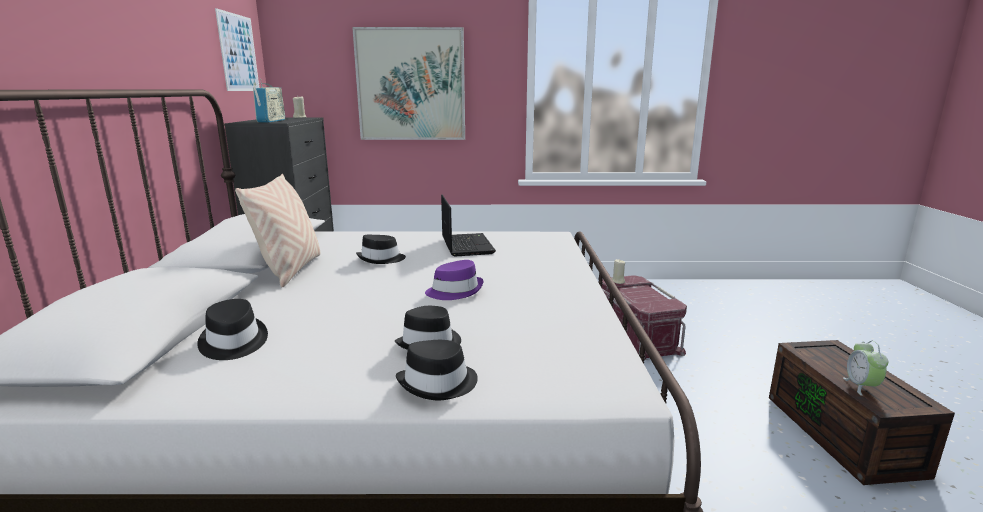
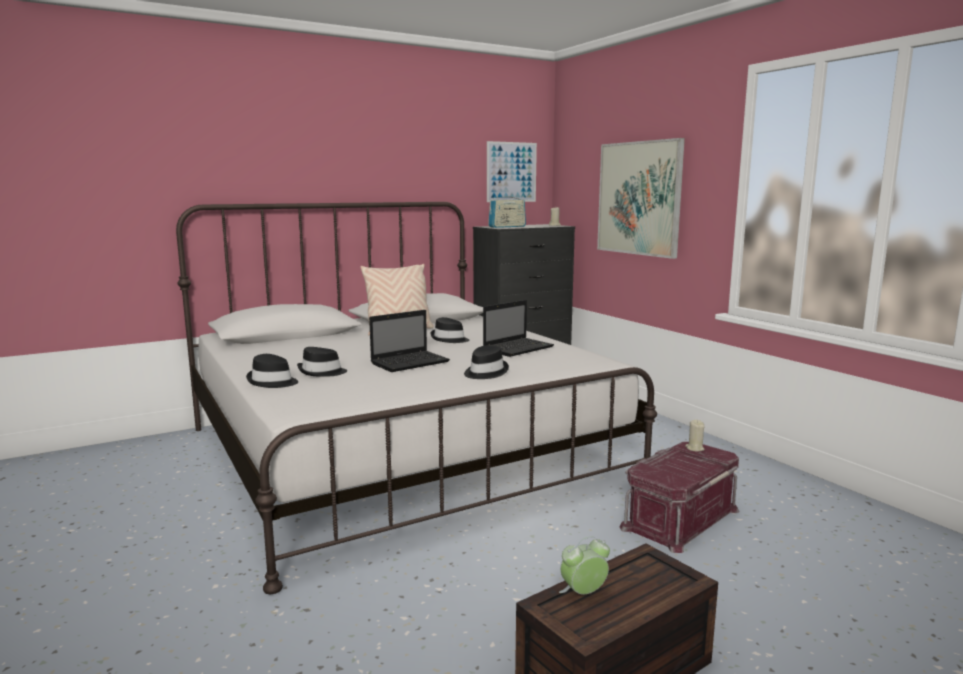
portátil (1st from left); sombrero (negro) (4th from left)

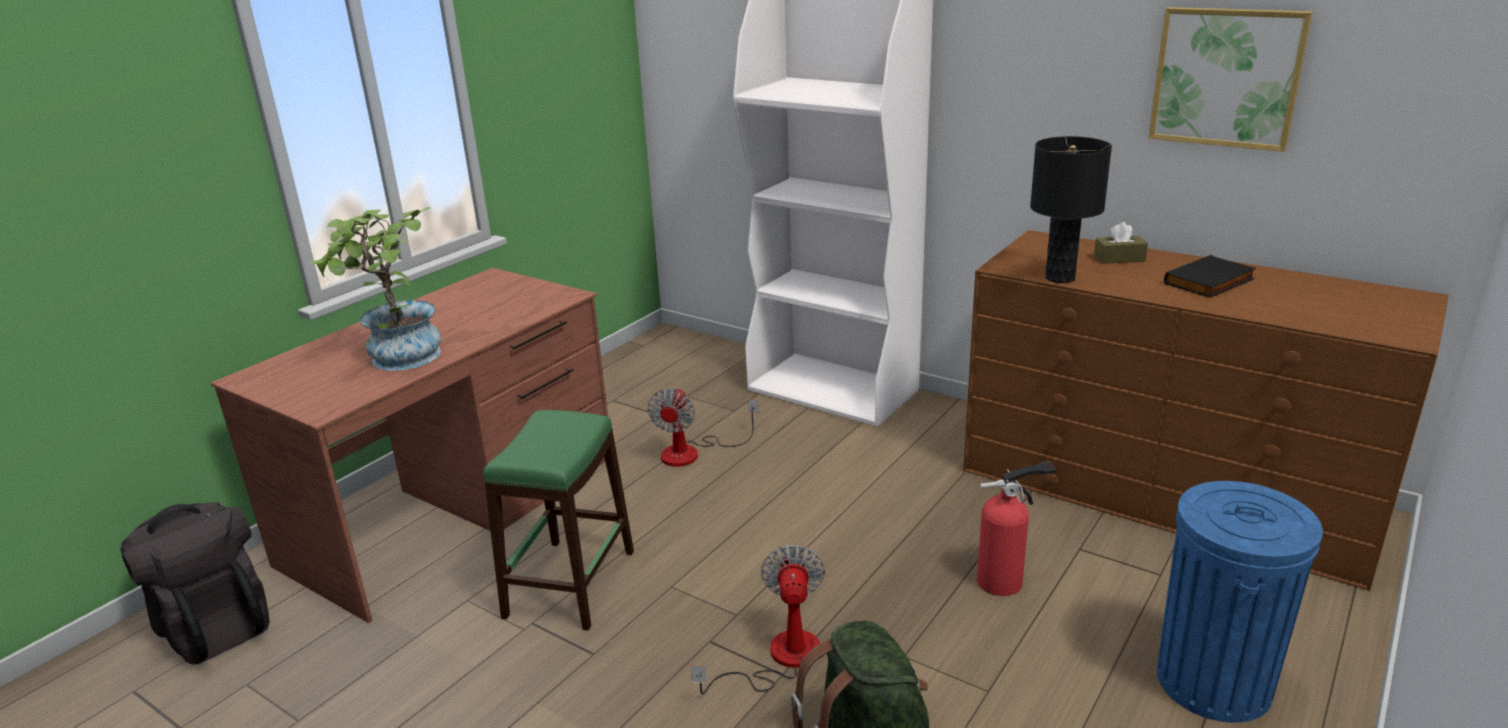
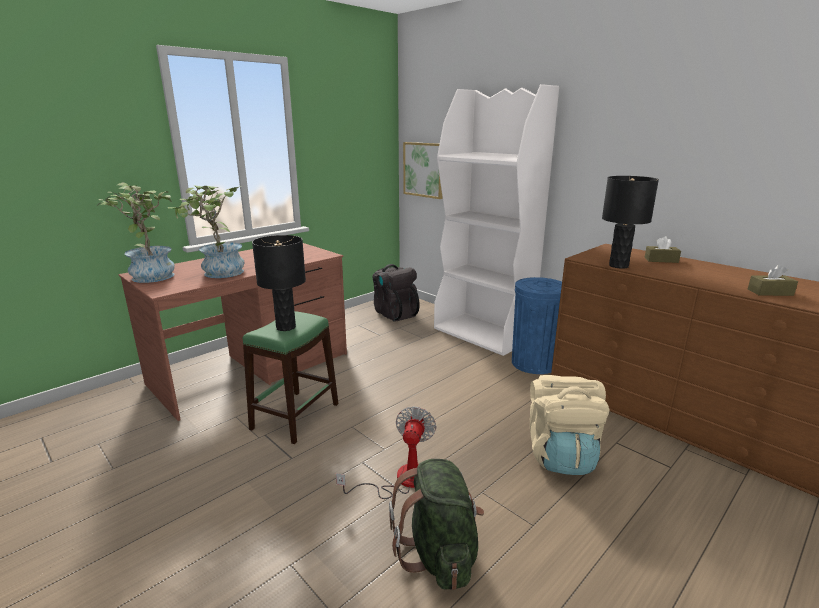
cuadro; libro (negro); ventilador (1st from left in the first image); mochila (beis); papelera (azul); mochila (negro); planta en maceta (1st from left); lámpara de mesa (negro) (1st from left); caja de pañuelos (marrón) (2nd from left)

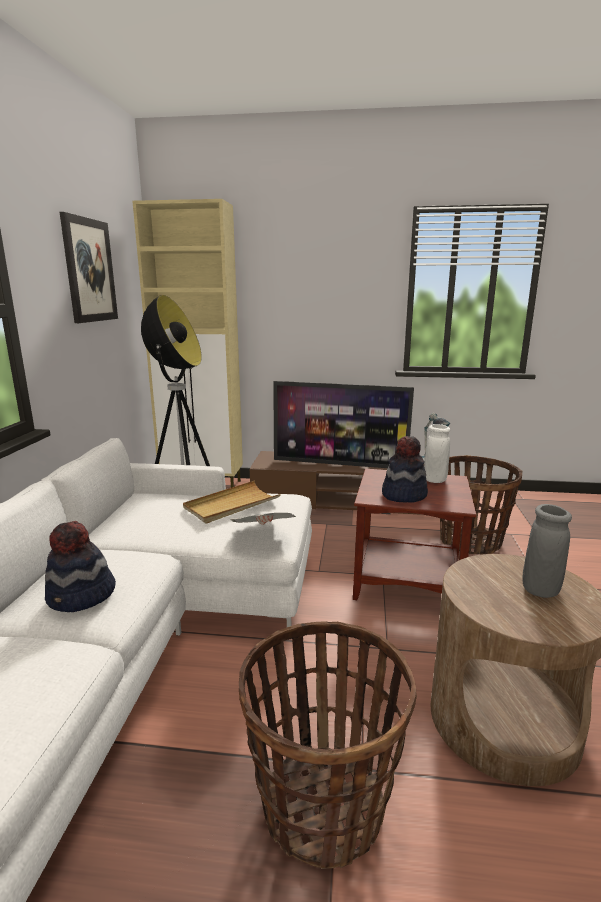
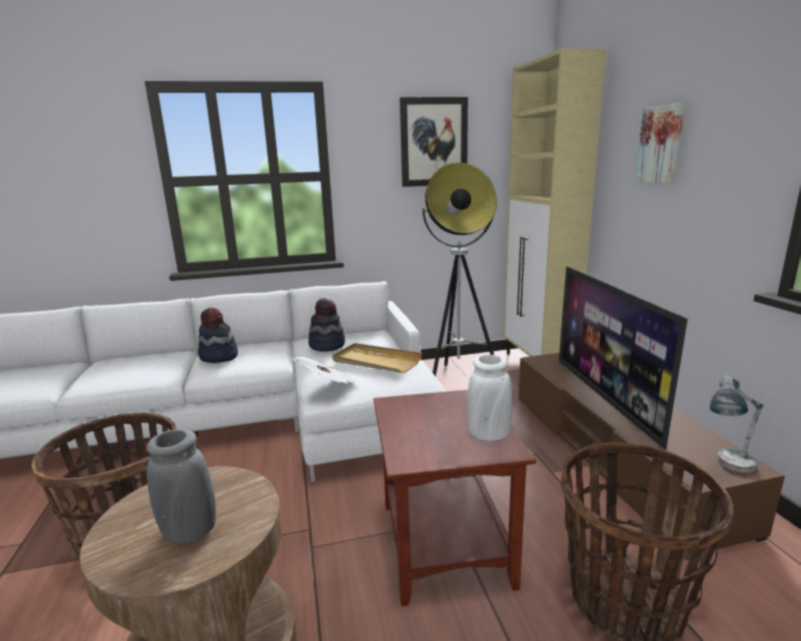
sombrero (2nd from left); cuadro (2nd from left)

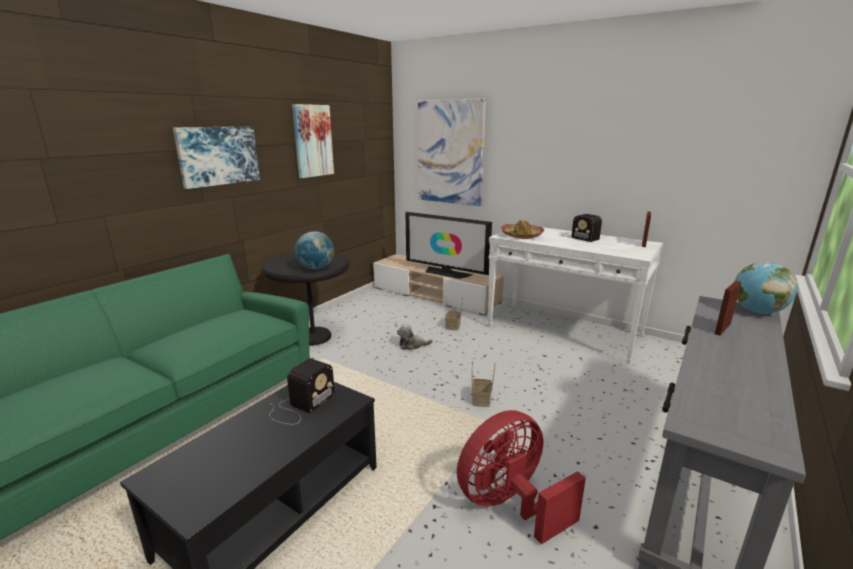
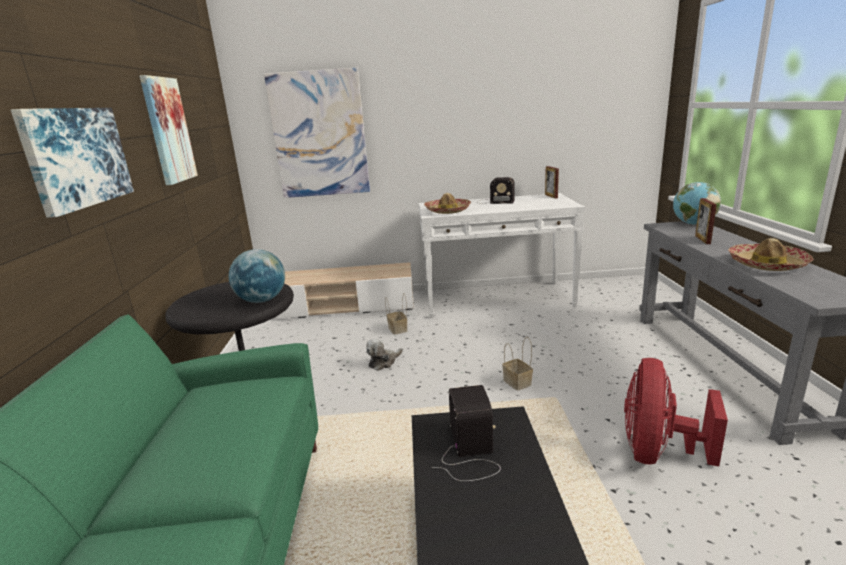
televisor; sombrero (2nd from left)

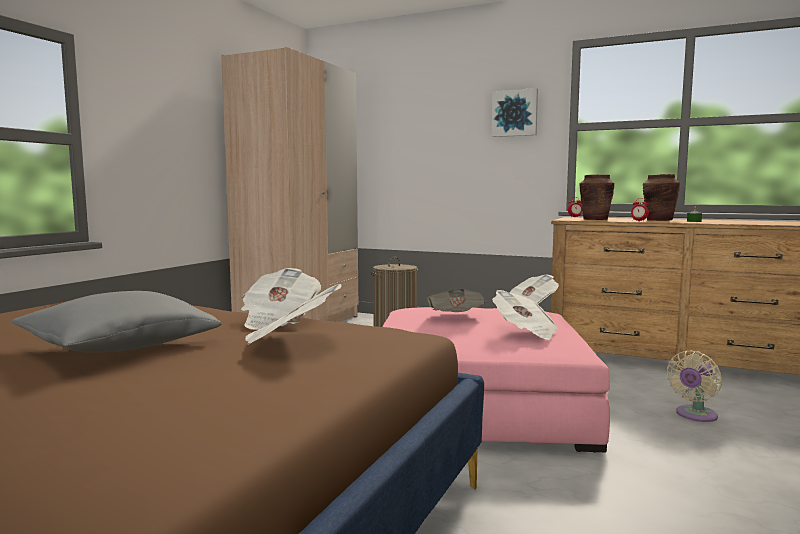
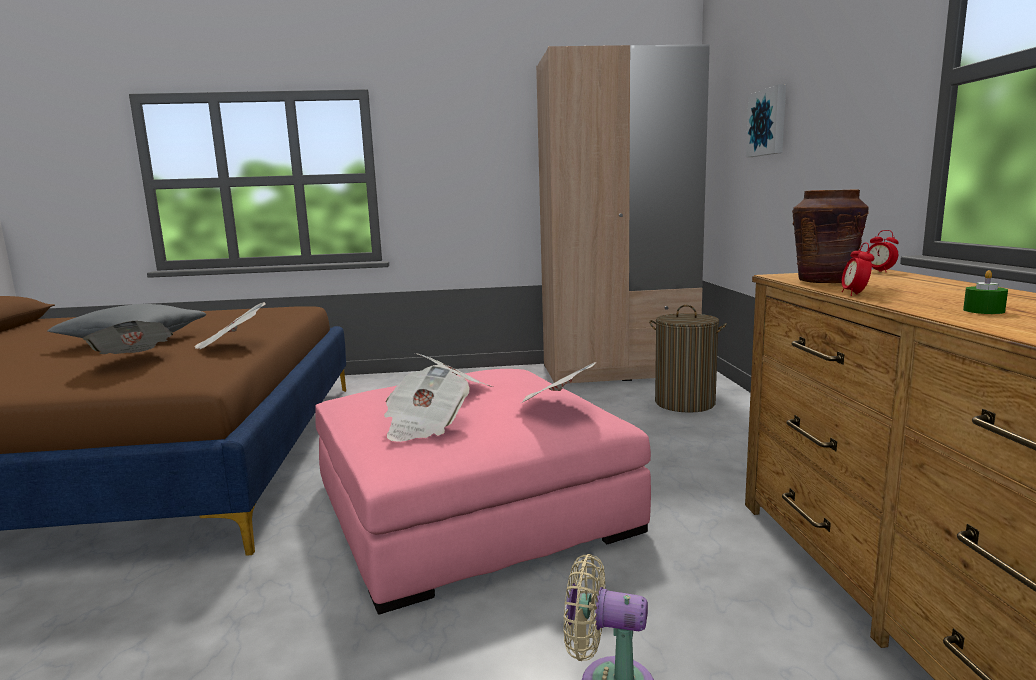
cuadro; florero (marrón) (2nd from left in the first image)

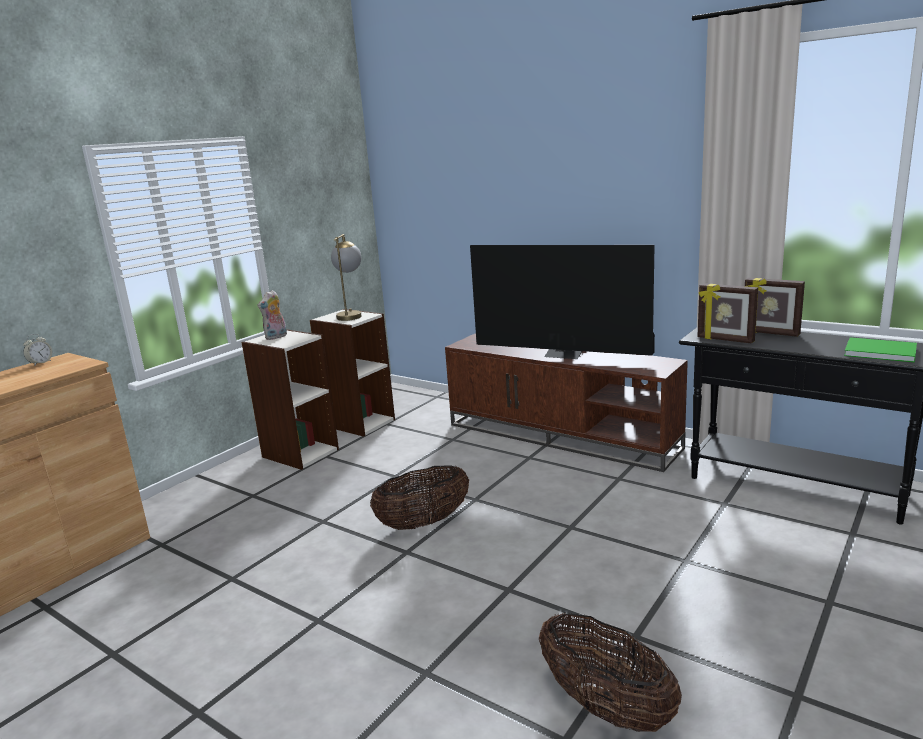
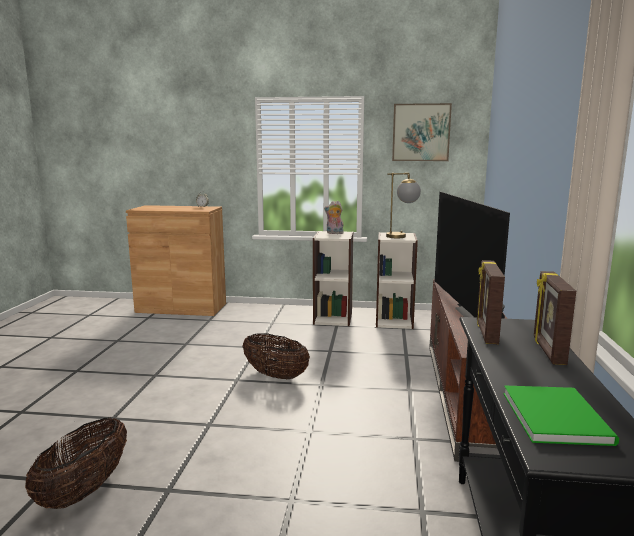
cuadro

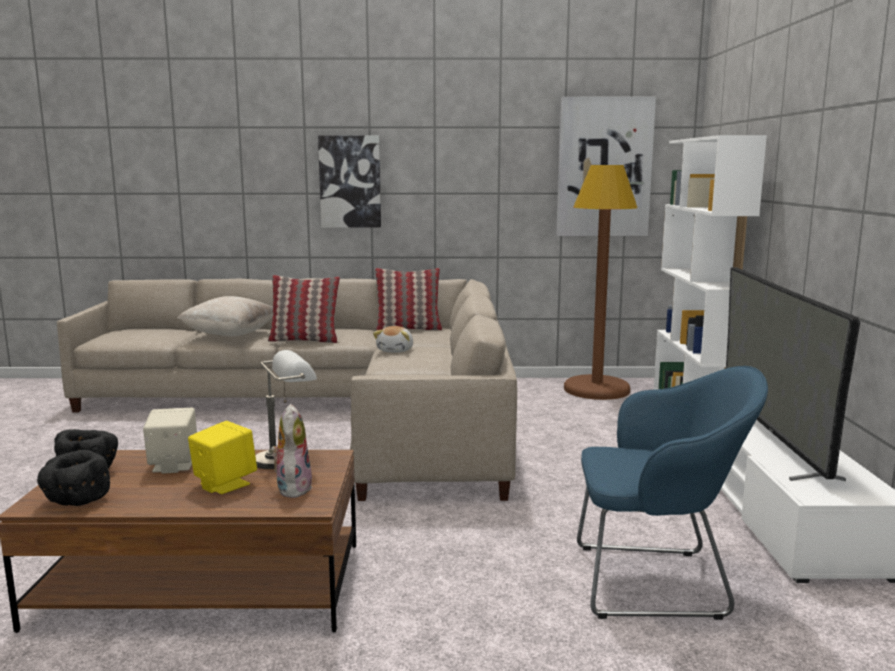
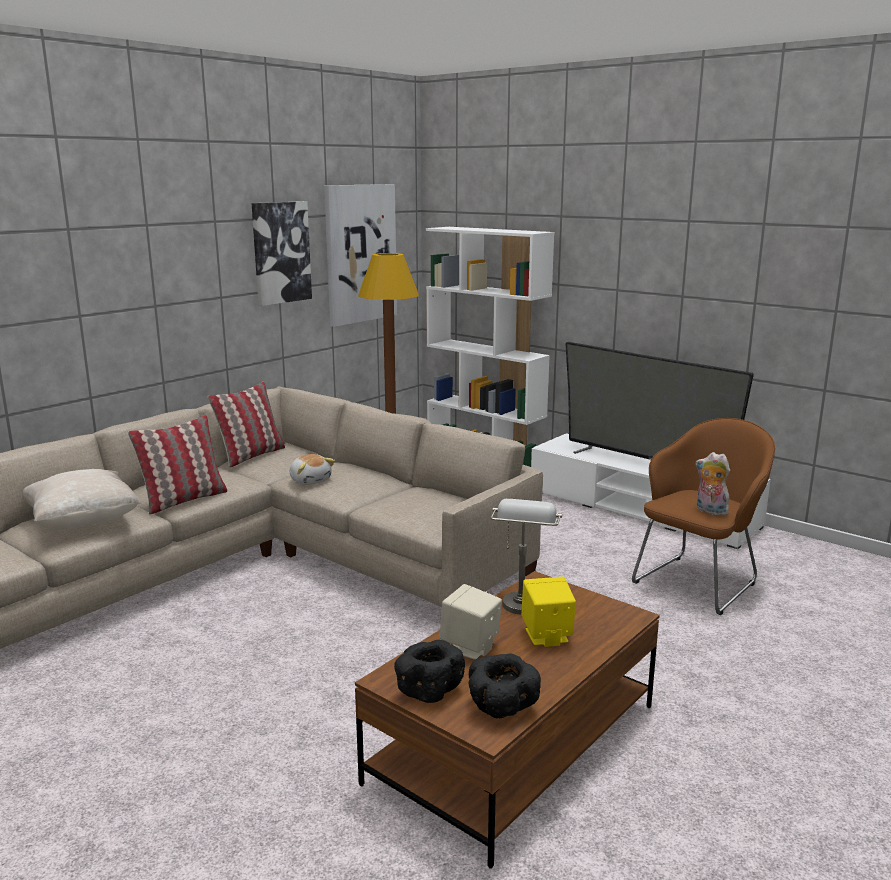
cuadro (1st from left); sillón (marrón); peluche (2nd from left)

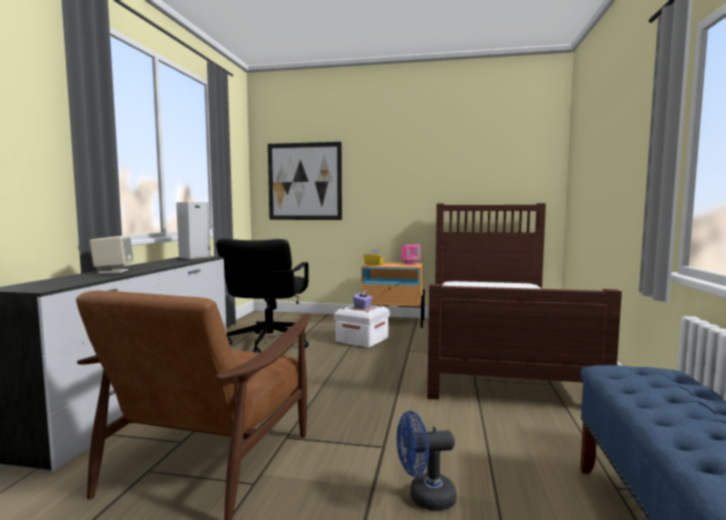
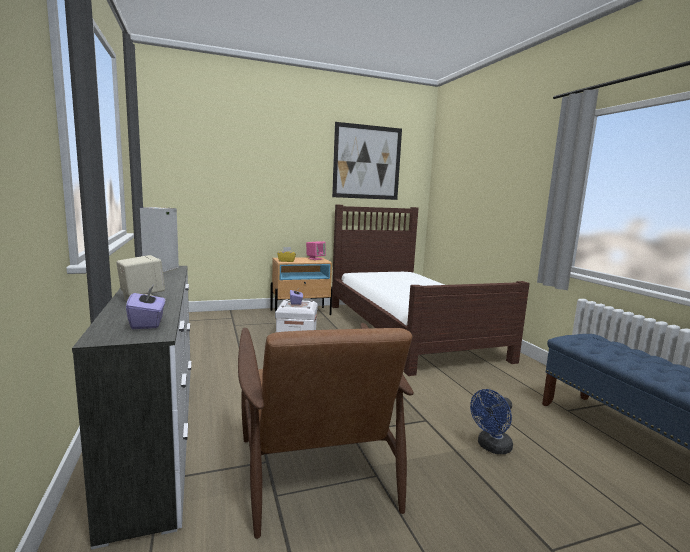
cuadro; silla de oficina (negro); caja de pañuelos (morado) (1st from left)

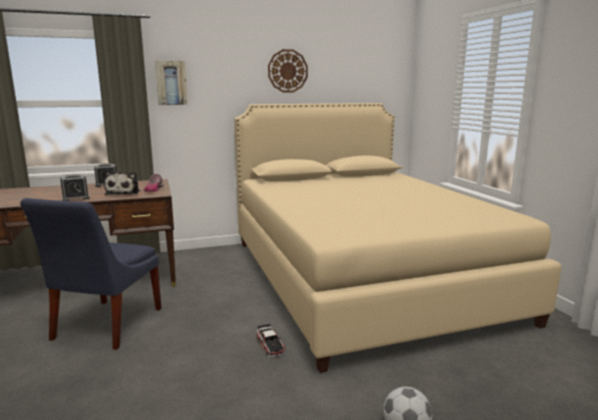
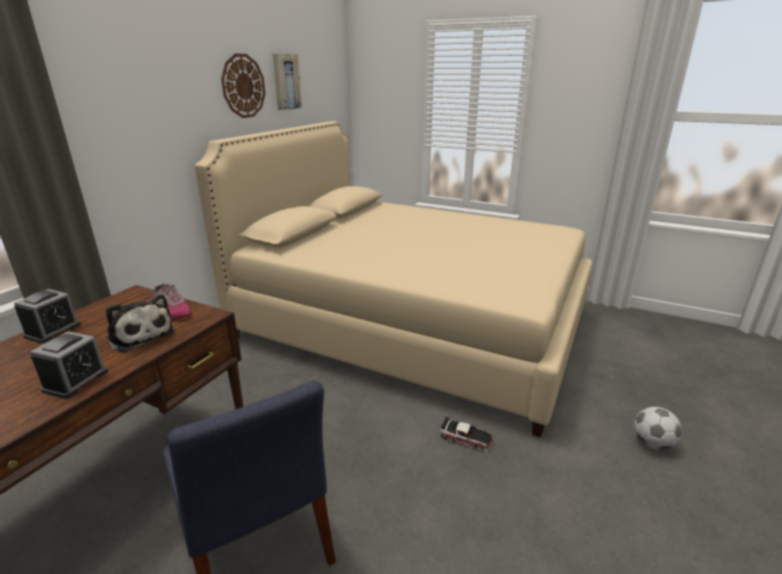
cuadro

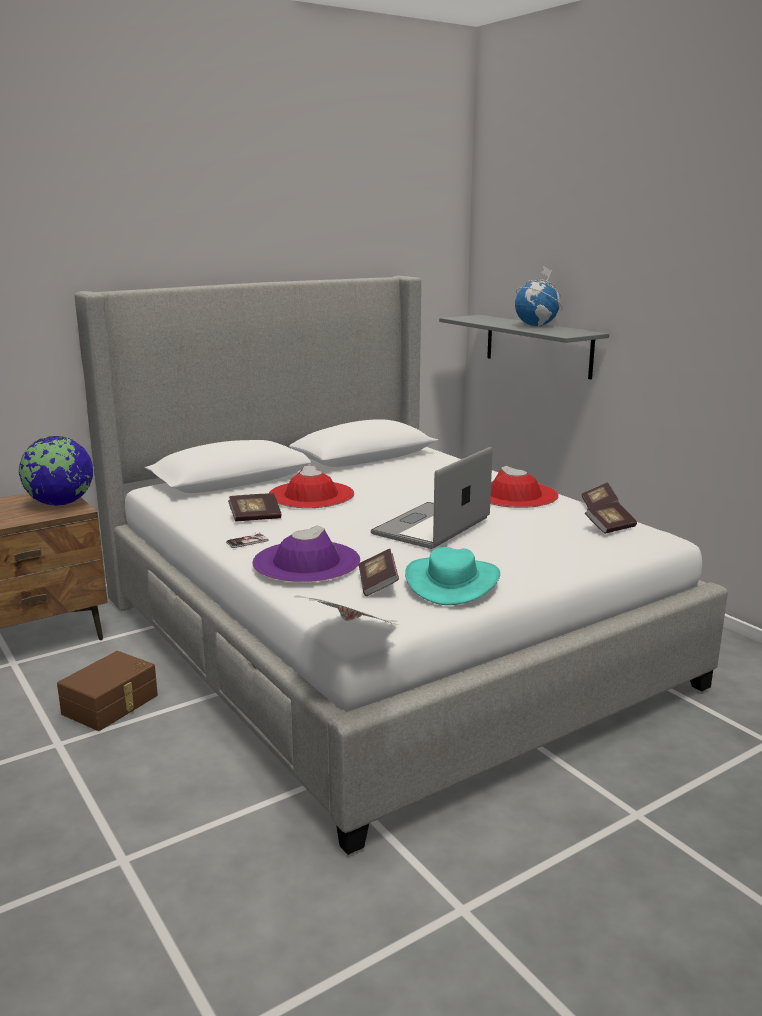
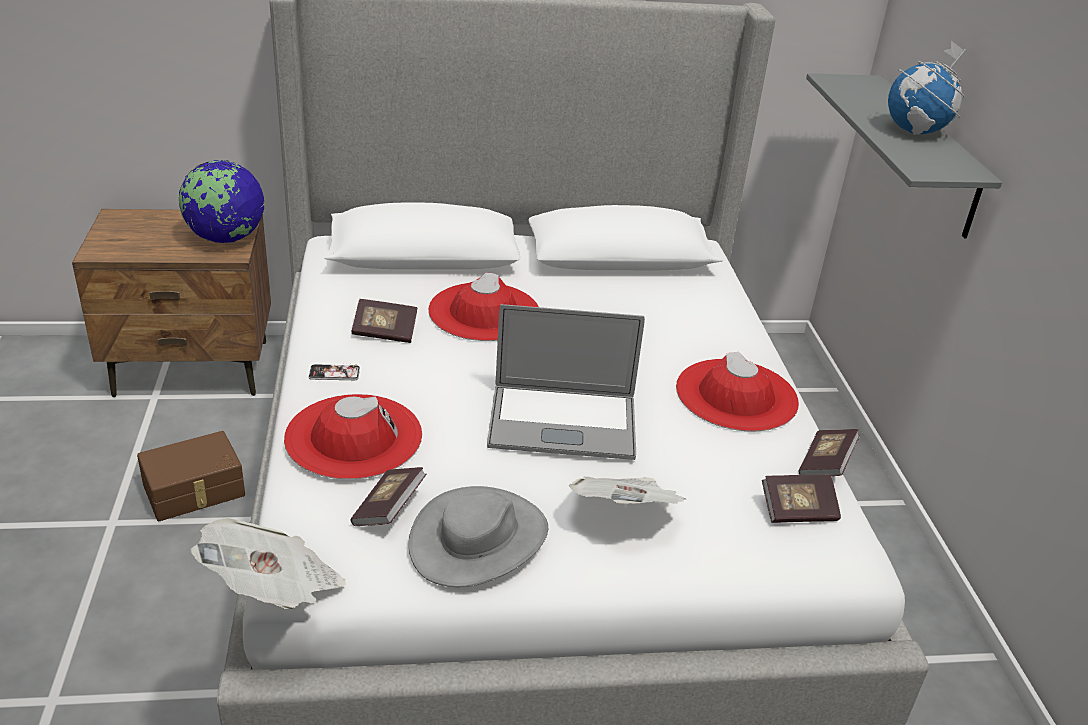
portátil; sombrero (rojo) (1st from left); sombrero (gris); periódico (2nd from left)

